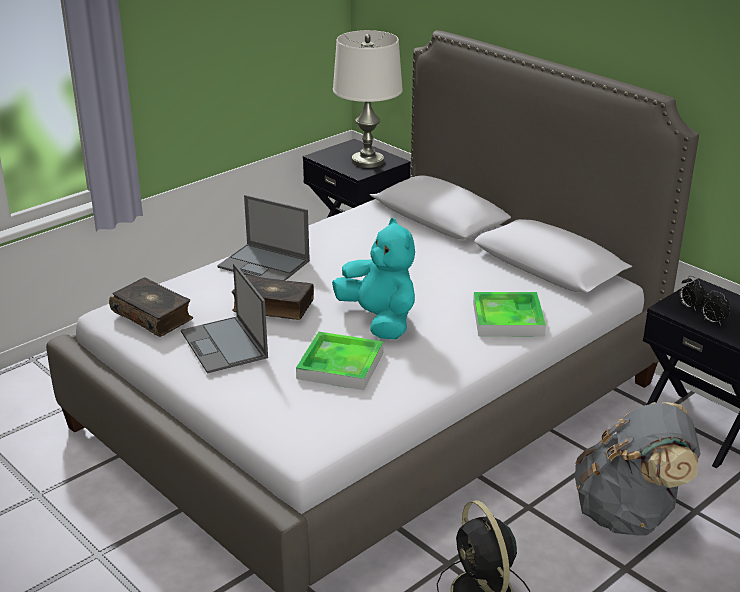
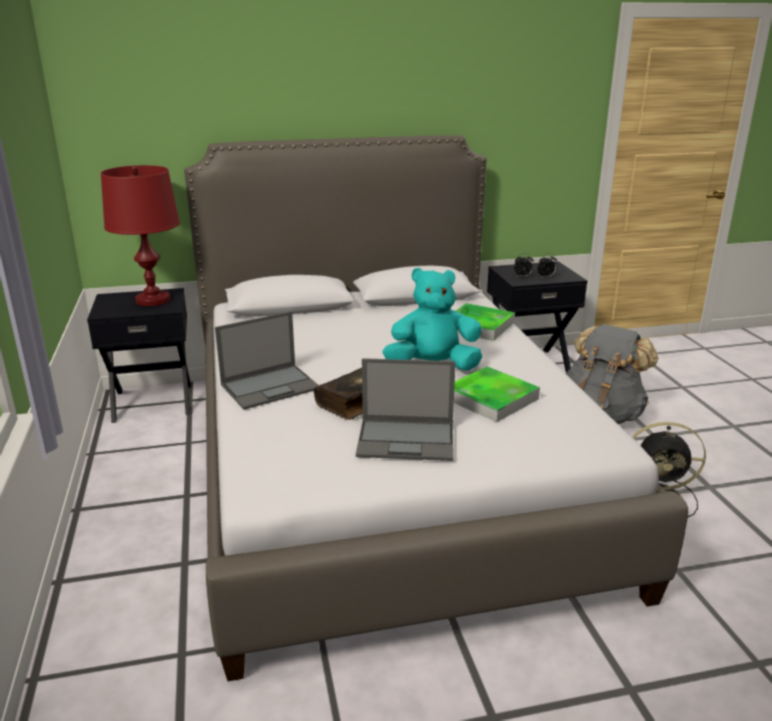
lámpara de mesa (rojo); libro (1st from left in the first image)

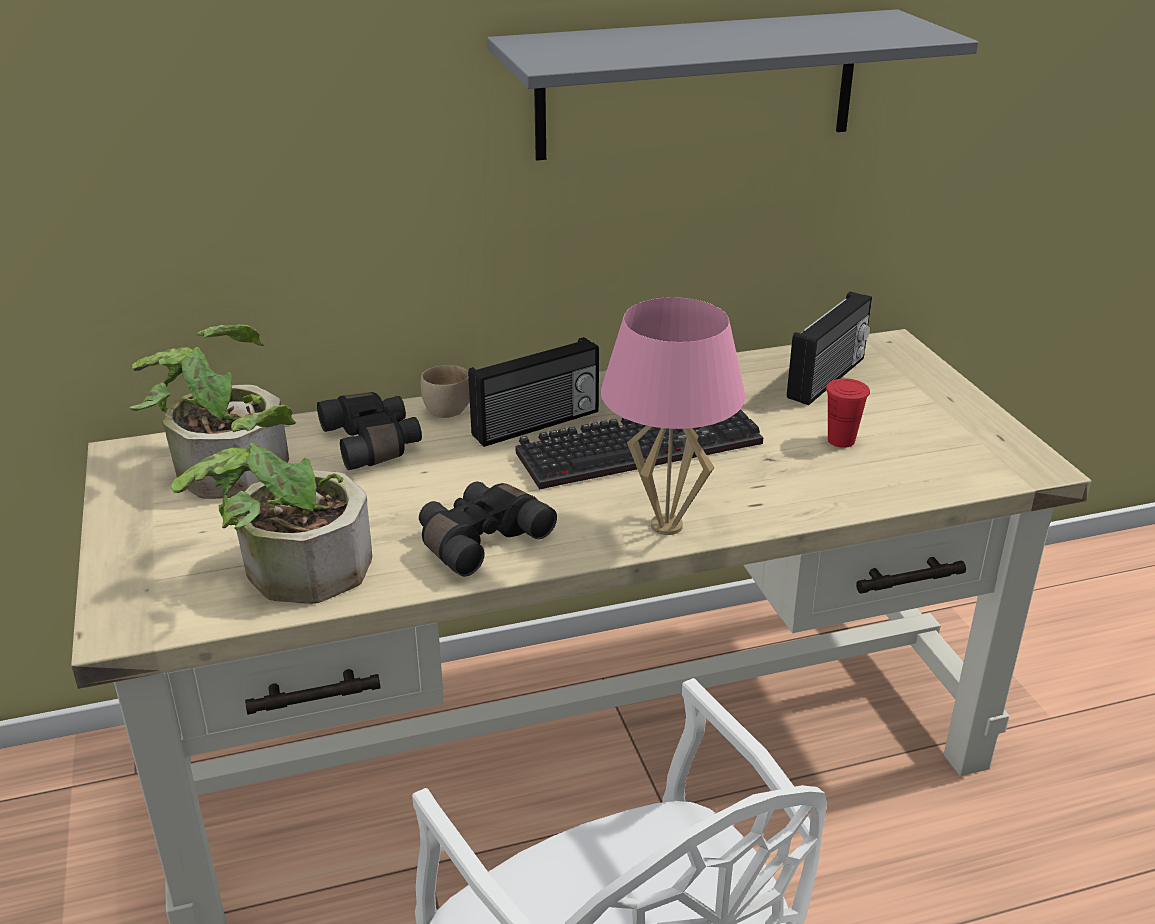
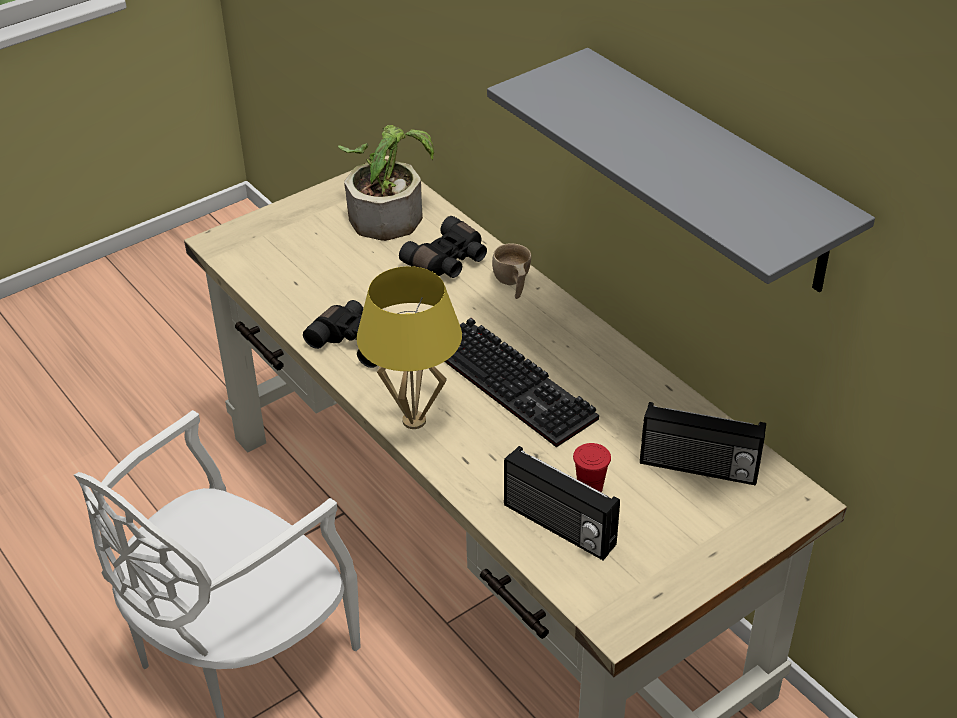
lámpara de mesa (amarillo); radio (1st from left); planta en maceta (2nd from left in the first image)

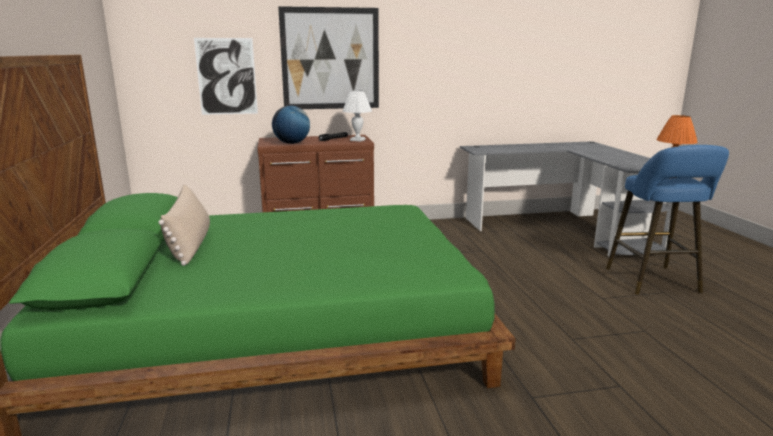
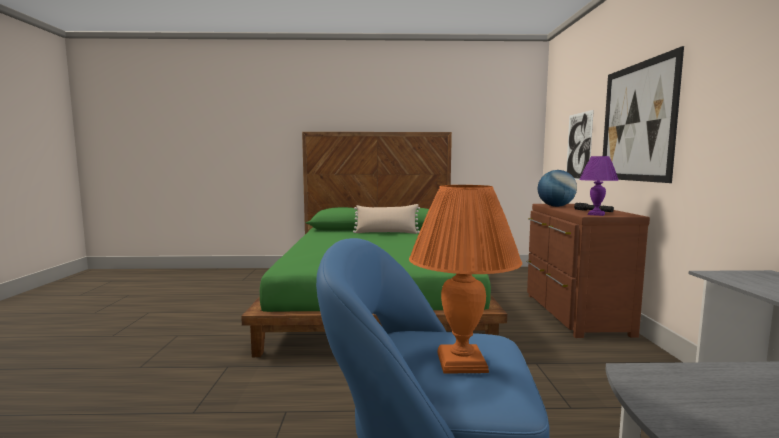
lámpara de mesa (morado)

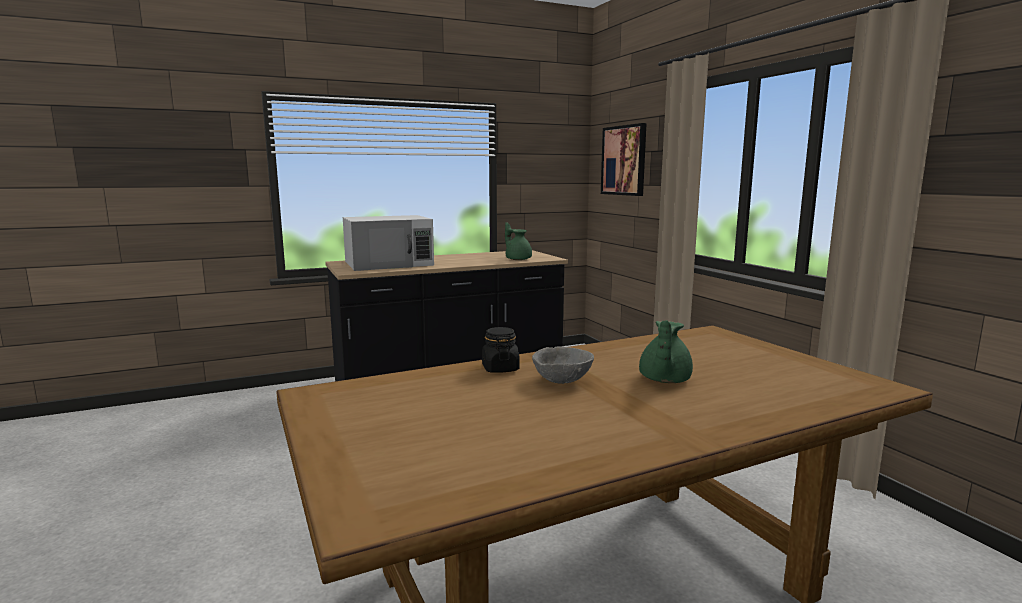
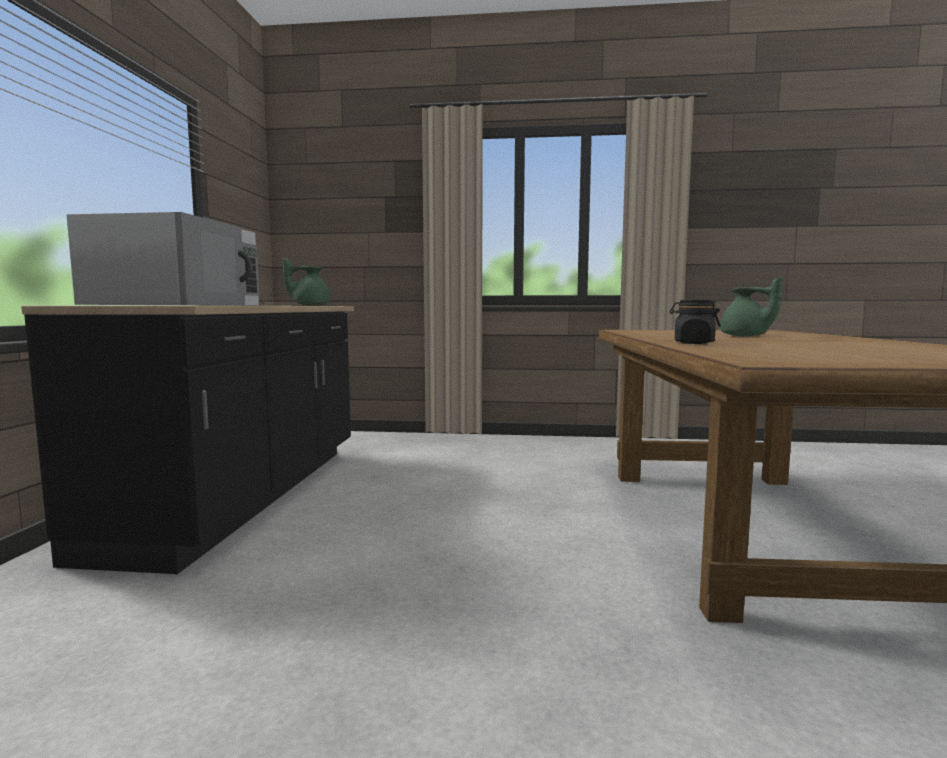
cuadro; cuenco (gris)

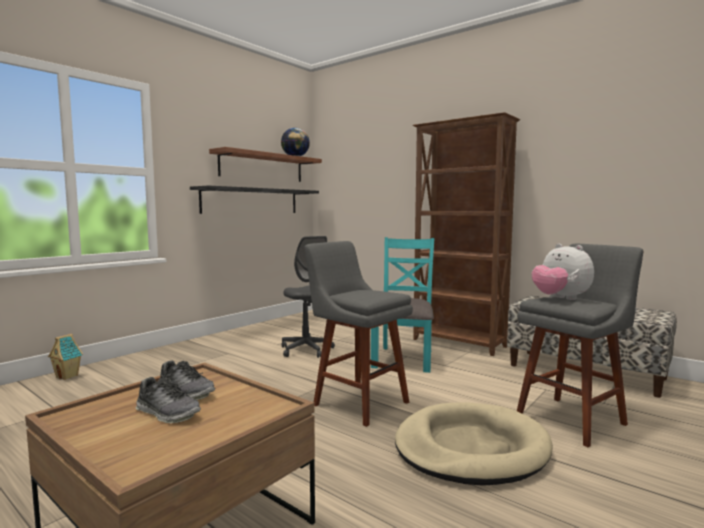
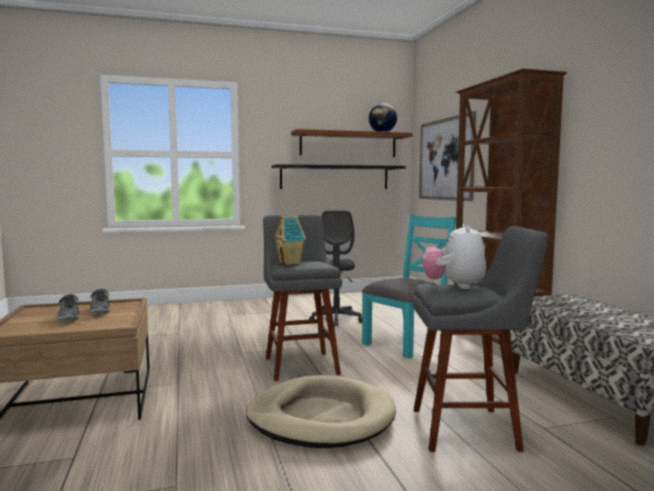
casita; cuadro

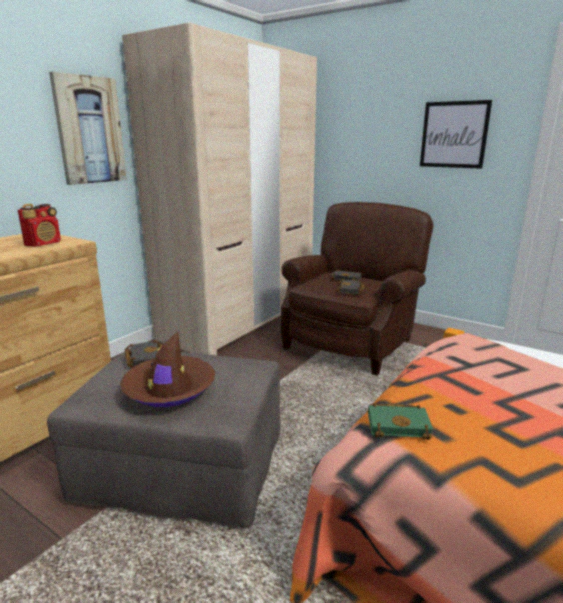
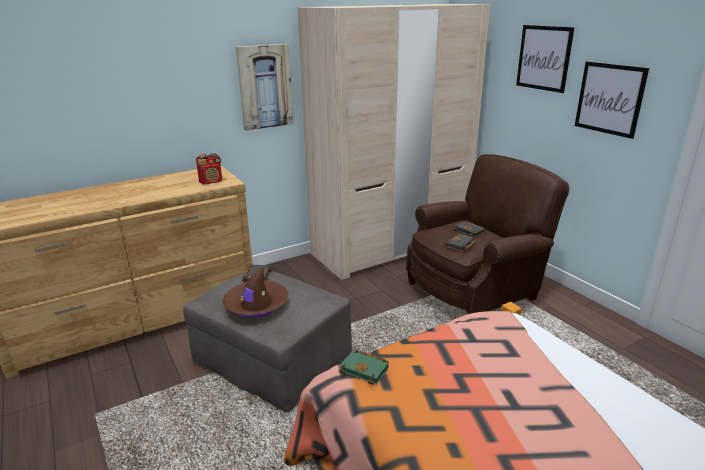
cuadro (2nd from left)

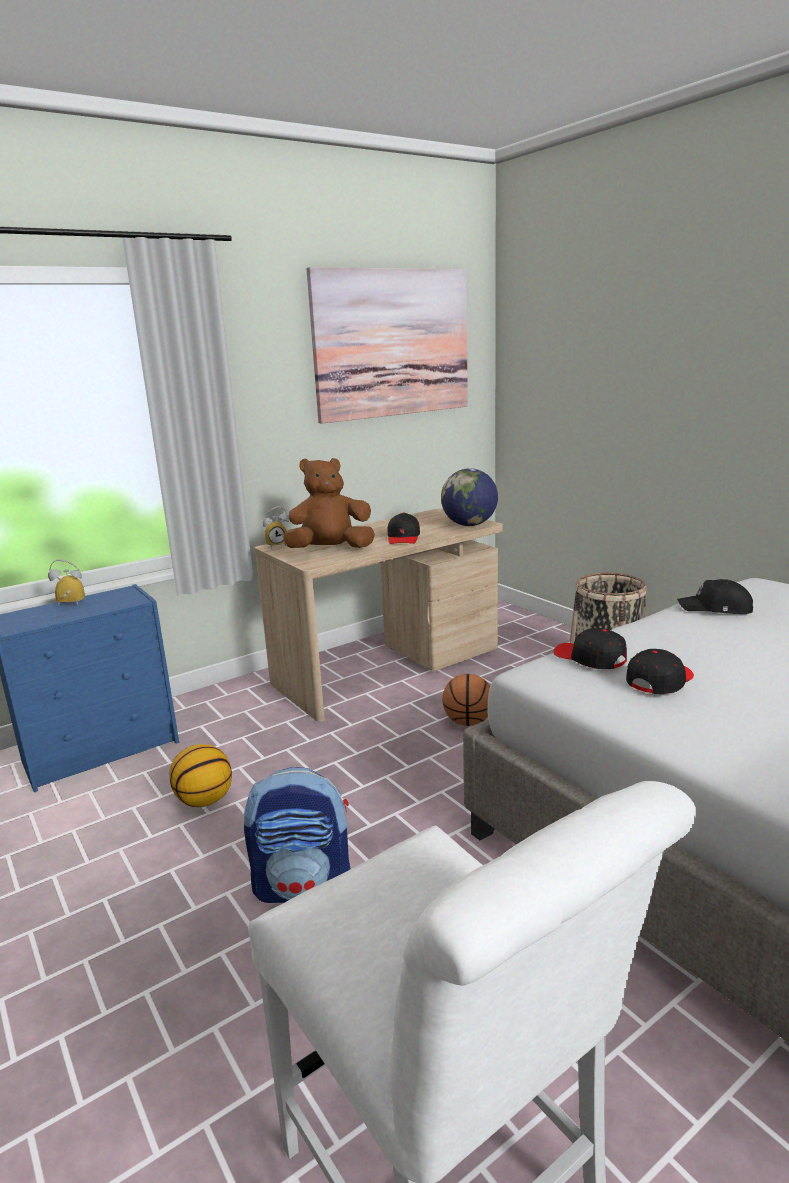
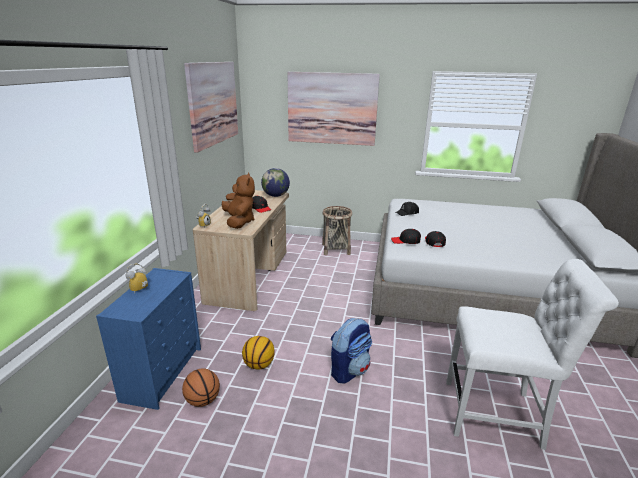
peluche (marrón); balón de baloncesto (1st from left); cuadro (2nd from left)

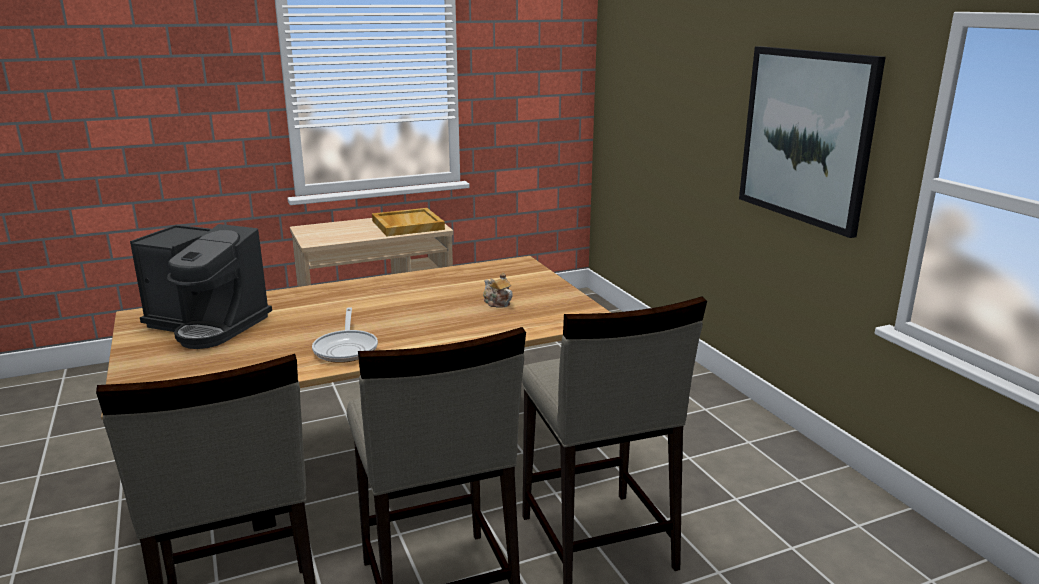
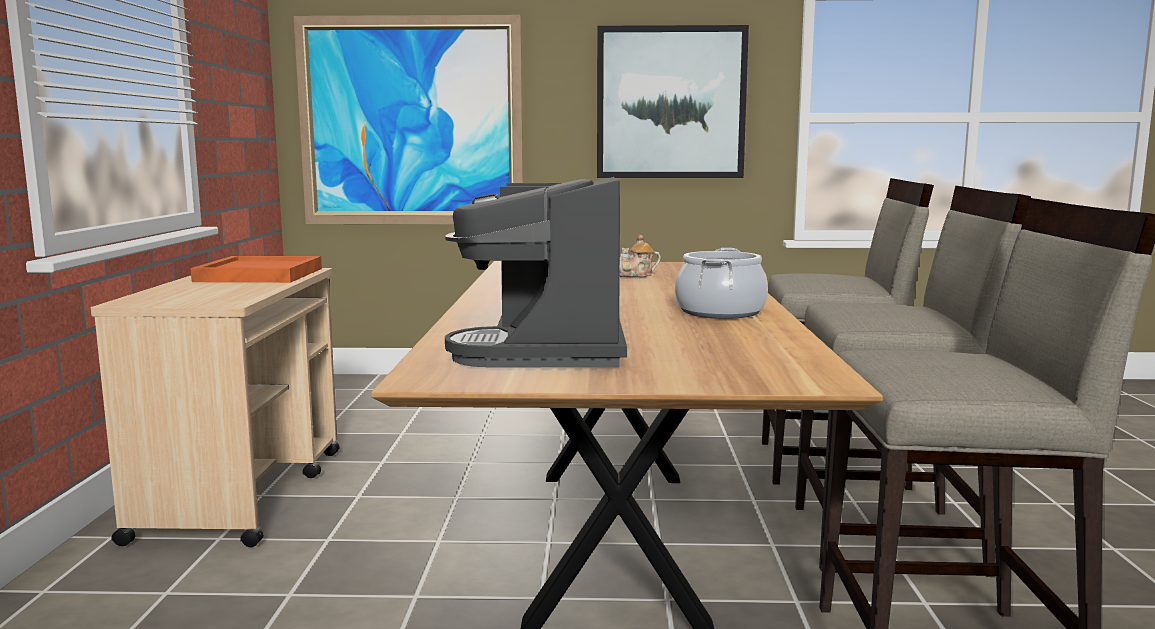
bandeja (naranja); cafetera; olla; cuadro (1st from left)

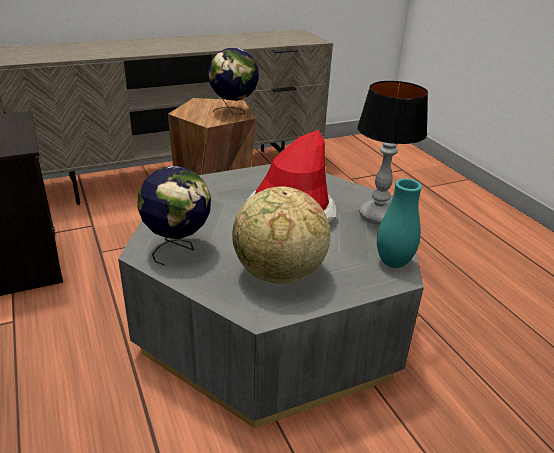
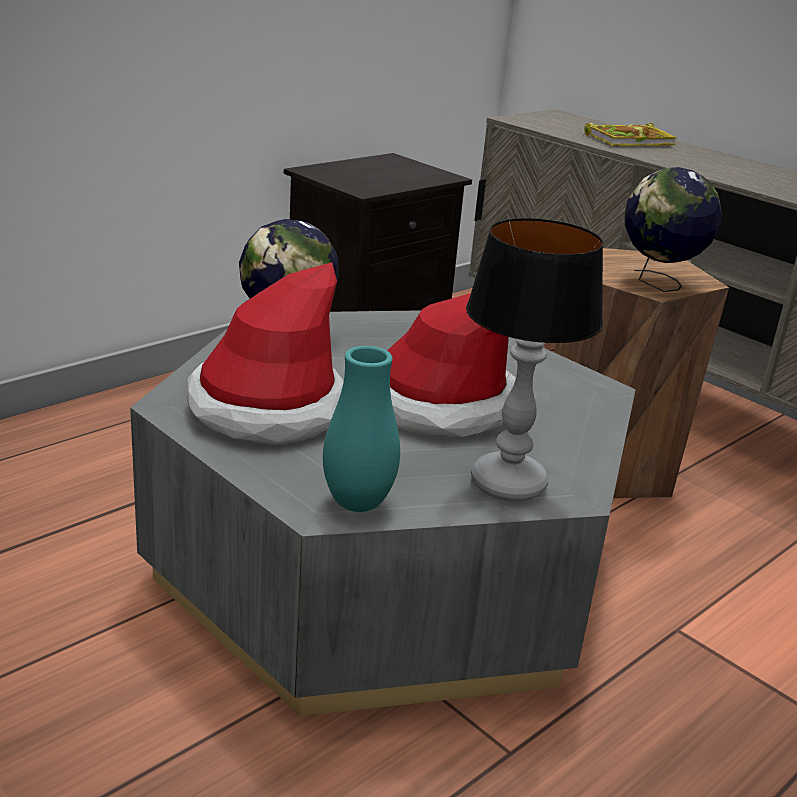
sombrero (1st from left); libro

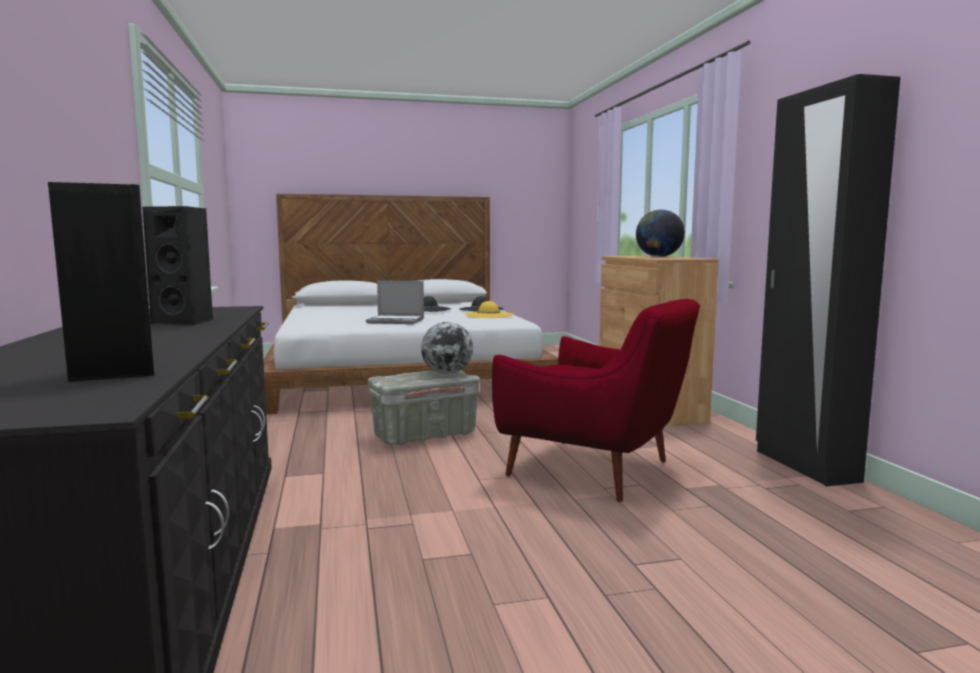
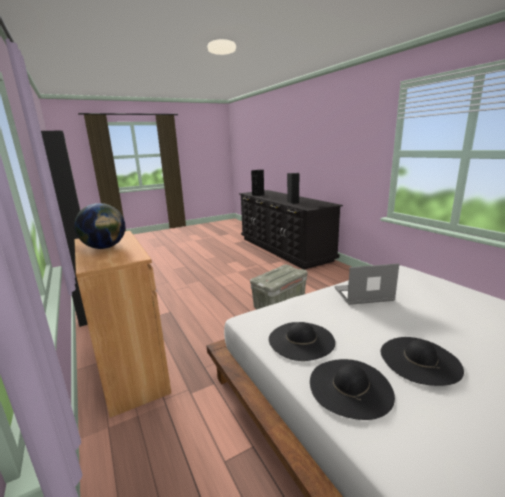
sillón (rojo); sombrero (negro) (1st from left); globo terráqueo (1st from left in the first image)

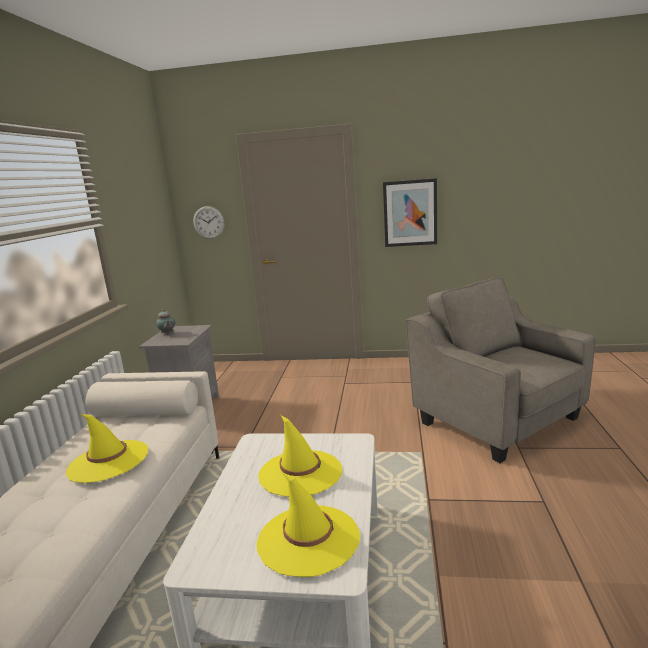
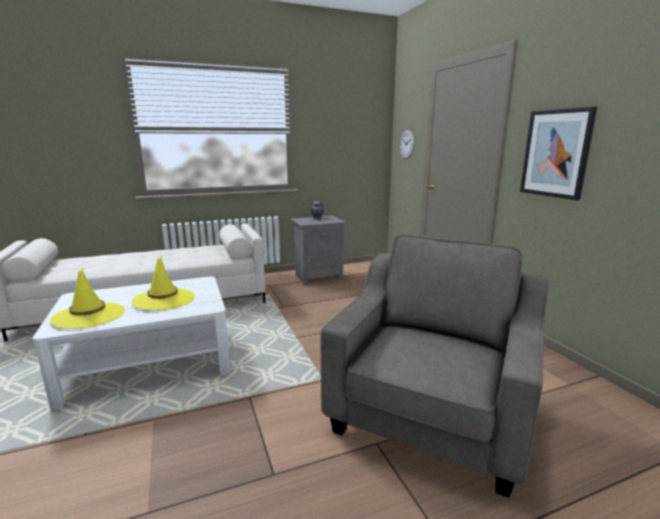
sombrero (amarillo) (1st from left in the first image)

